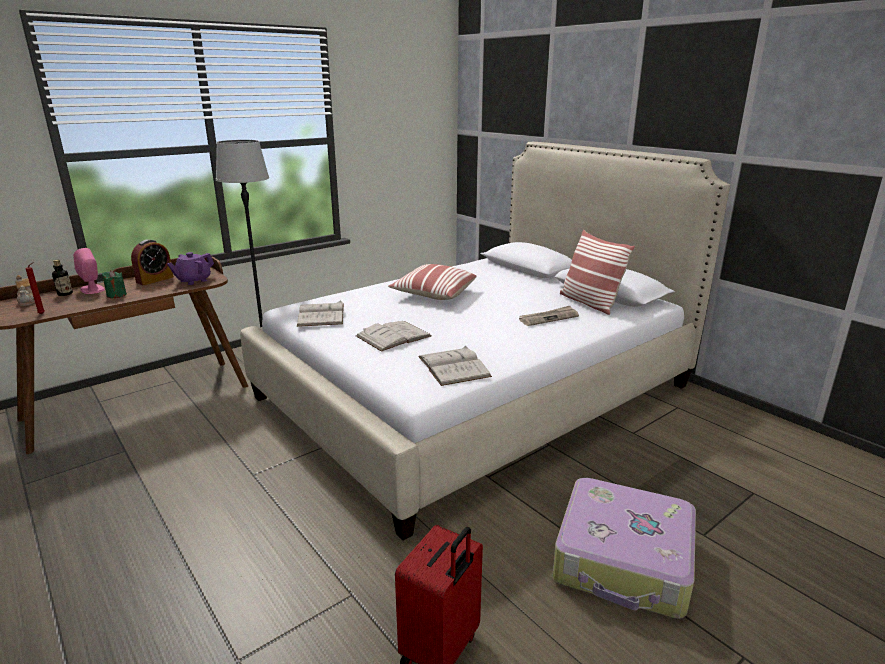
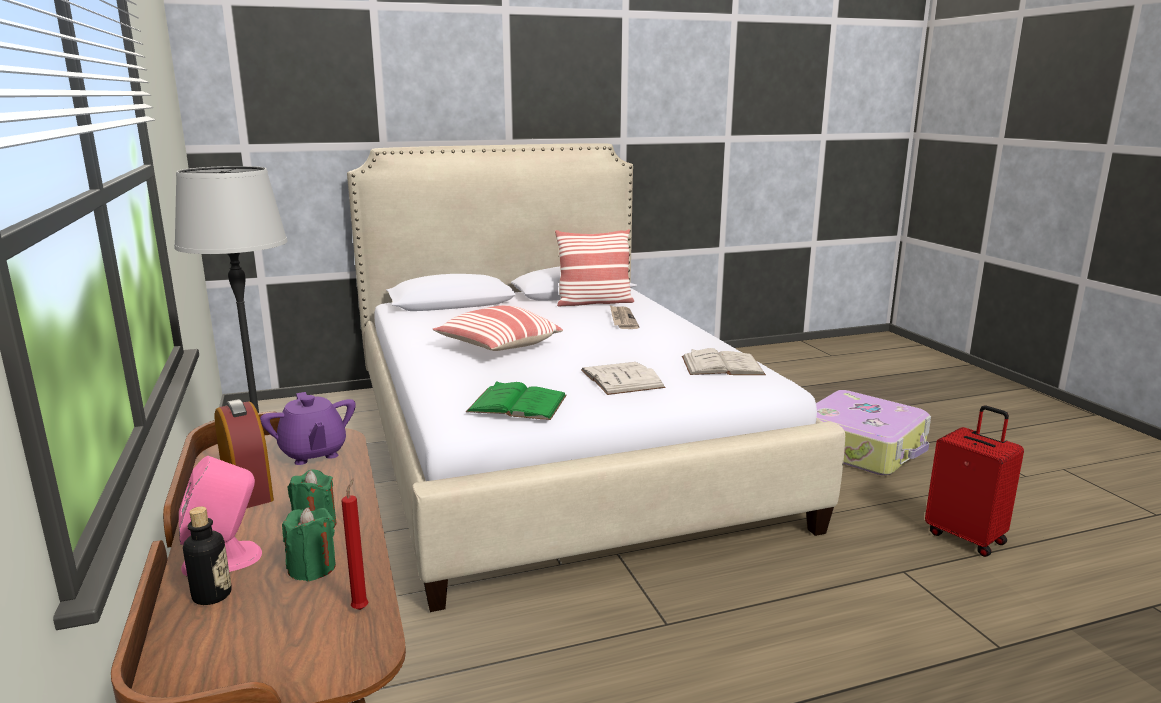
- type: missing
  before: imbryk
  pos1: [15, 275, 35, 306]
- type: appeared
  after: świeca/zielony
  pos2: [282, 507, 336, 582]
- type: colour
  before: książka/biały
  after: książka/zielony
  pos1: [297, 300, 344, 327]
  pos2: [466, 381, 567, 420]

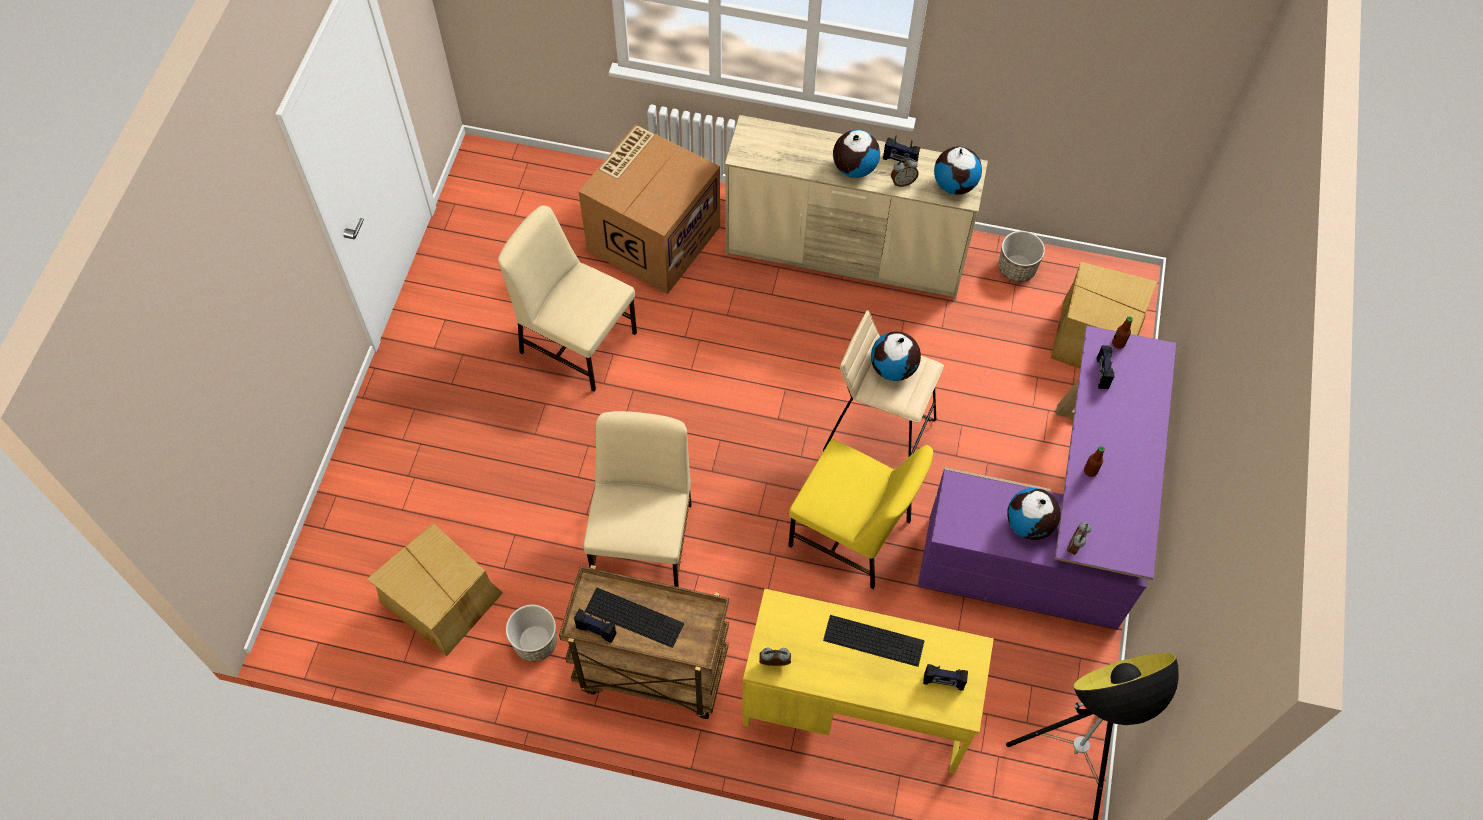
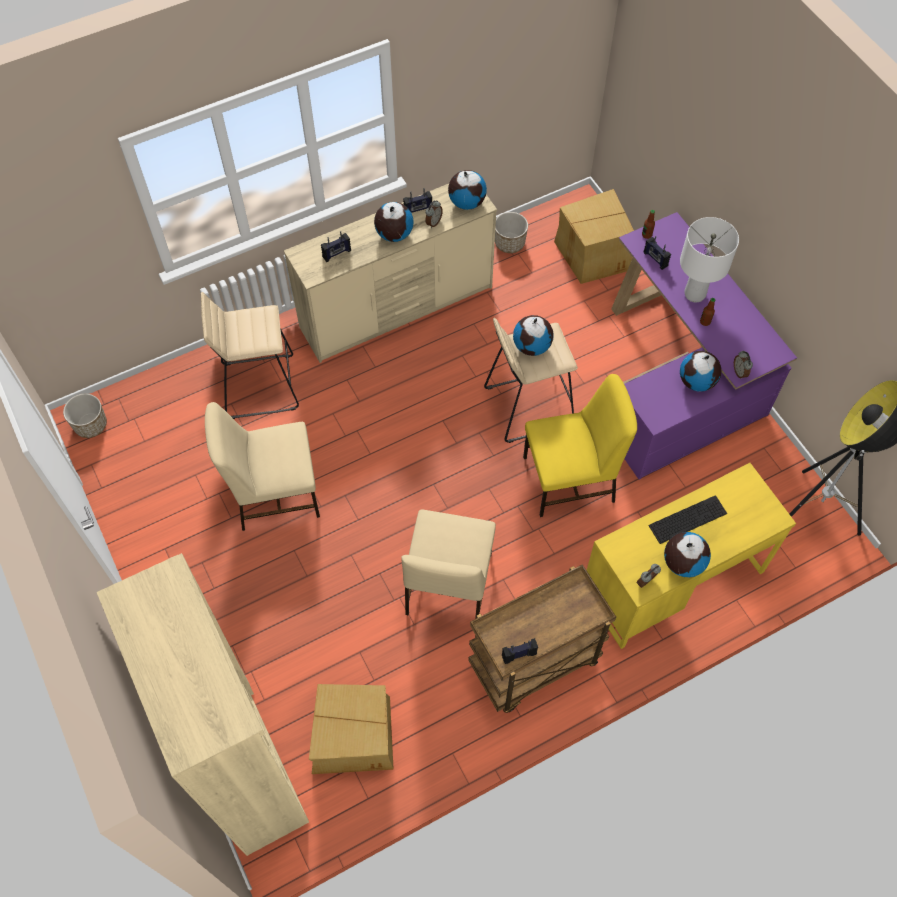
- type: missing
  before: klawiatura
  pos1: [585, 588, 684, 648]
- type: appeared
  after: regał/beżowy
  pos2: [97, 553, 309, 856]
- type: appeared
  after: globus
  pos2: [664, 532, 711, 577]
- type: appeared
  after: lampa stołowa/biały
  pos2: [680, 217, 739, 303]
- type: relocated
  before: donica
  pos1: [506, 605, 557, 662]
  pos2: [63, 394, 107, 438]
- type: relocated
  before: radio
  pos1: [923, 664, 968, 691]
  pos2: [321, 231, 351, 262]
- type: exchanged
  before: karton
  after: stołek/beżowy
  pos1: [578, 124, 720, 294]
  pos2: [201, 292, 299, 419]
- type: spun
  before: krzesło/beżowy
  pos1: [583, 411, 692, 587]
  pos2: [401, 509, 496, 619]
  turn: -135

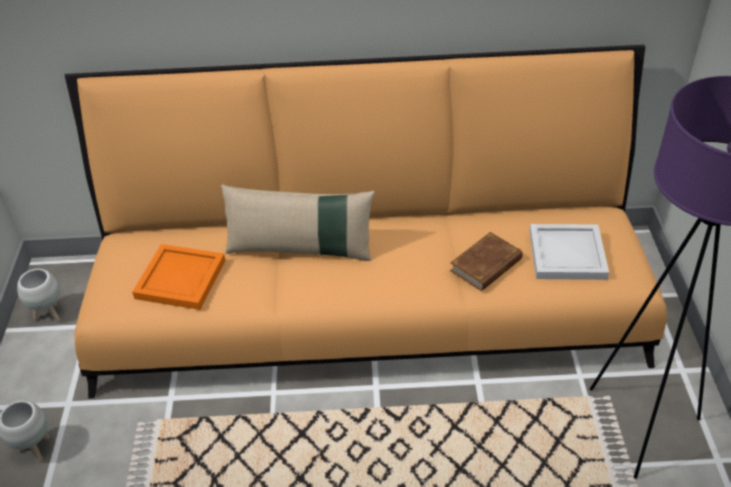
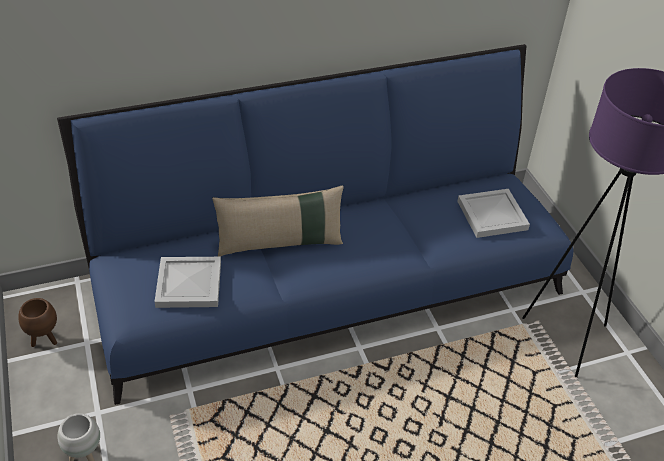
- type: missing
  before: książka/brązowy
  pos1: [450, 232, 523, 291]
- type: colour
  before: donica/biały
  after: donica/brązowy
  pos1: [17, 268, 60, 322]
  pos2: [18, 298, 57, 347]
- type: colour
  before: kanapa/pomarańczowy
  after: kanapa/niebieski
  pos1: [65, 45, 667, 398]
  pos2: [57, 44, 573, 405]
- type: colour
  before: taca/pomarańczowy
  after: taca/biały
  pos1: [132, 244, 226, 310]
  pos2: [154, 257, 221, 308]

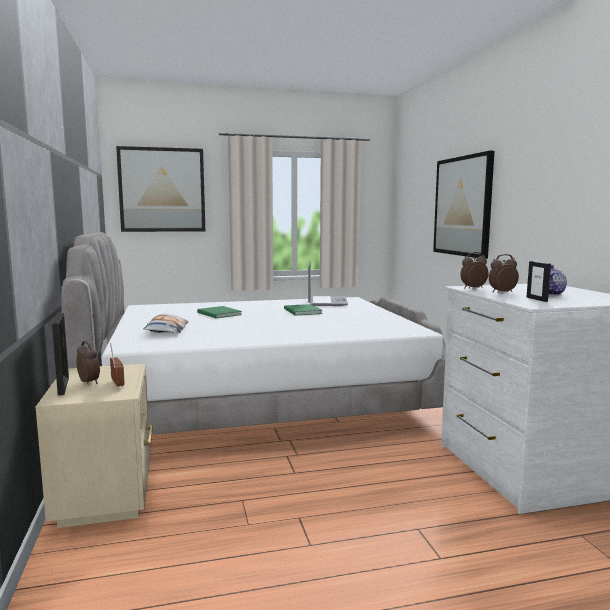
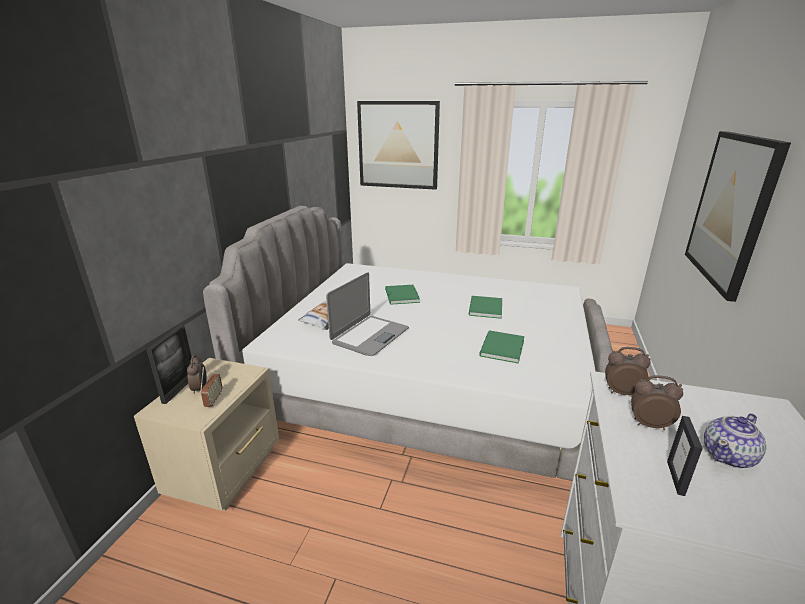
- type: appeared
  after: książka/zielony
  pos2: [479, 330, 525, 364]
- type: relocated
  before: laptop
  pos1: [308, 261, 348, 306]
  pos2: [326, 273, 409, 356]

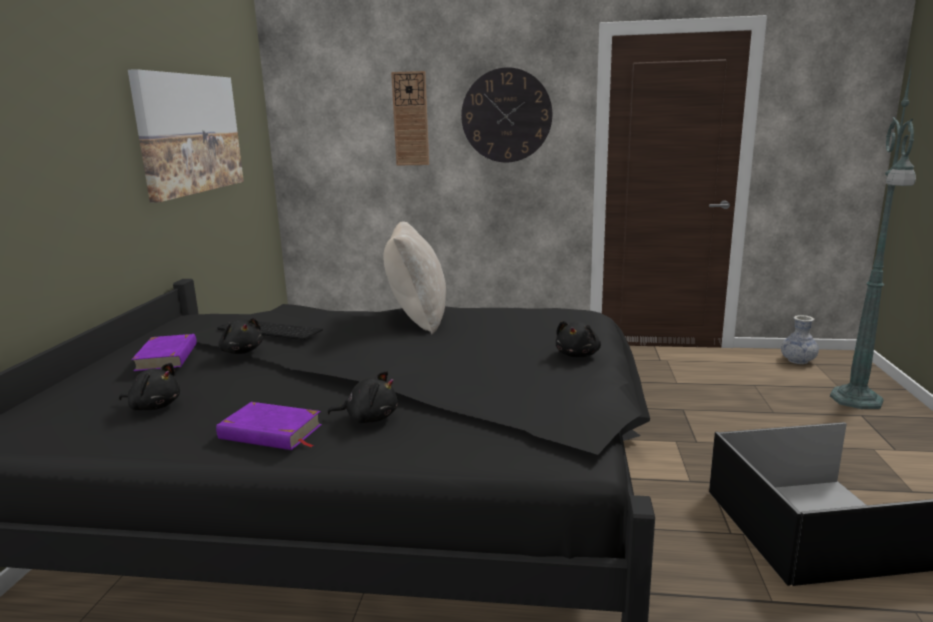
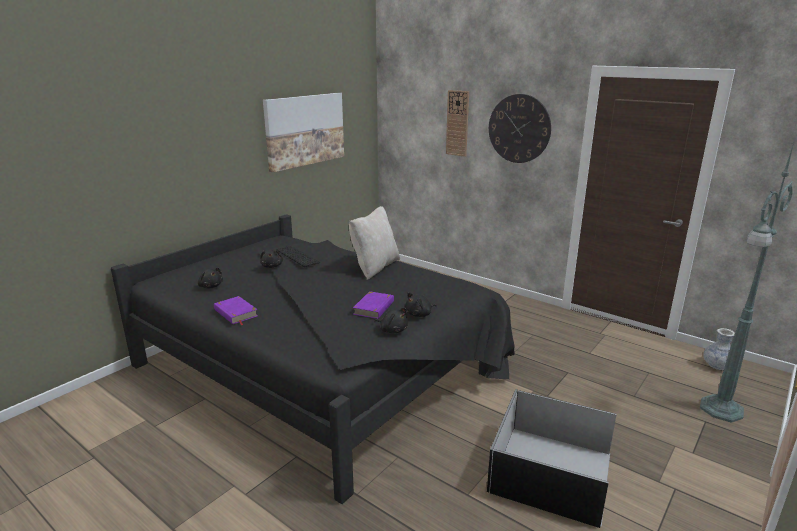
- type: relocated
  before: książka/fioletowy
  pos1: [131, 334, 197, 371]
  pos2: [353, 291, 394, 319]
- type: relocated
  before: pluszak/czarny
  pos1: [327, 371, 398, 423]
  pos2: [374, 308, 408, 333]

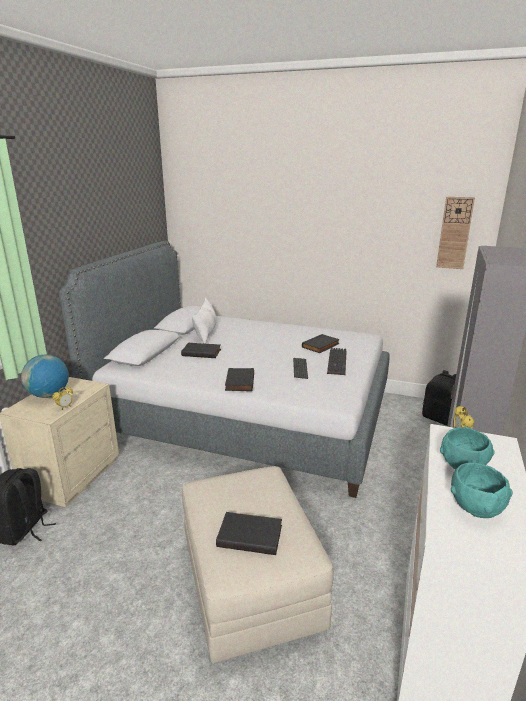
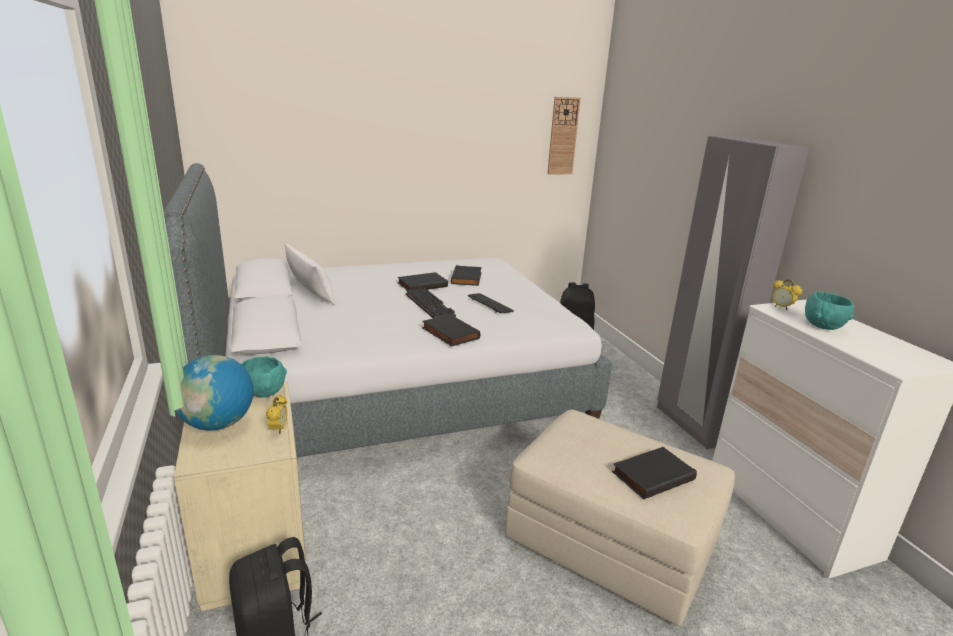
- type: relocated
  before: książka/czarny
  pos1: [181, 343, 221, 358]
  pos2: [398, 272, 448, 290]
- type: relocated
  before: klawiatura
  pos1: [327, 348, 347, 375]
  pos2: [406, 288, 456, 318]
- type: relocated
  before: miska/turkusowy
  pos1: [451, 463, 513, 518]
  pos2: [242, 356, 287, 398]

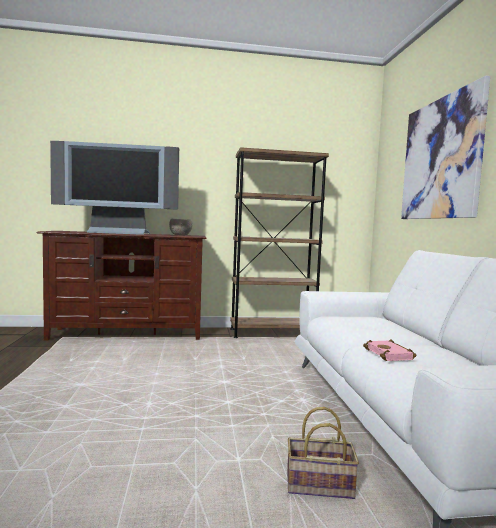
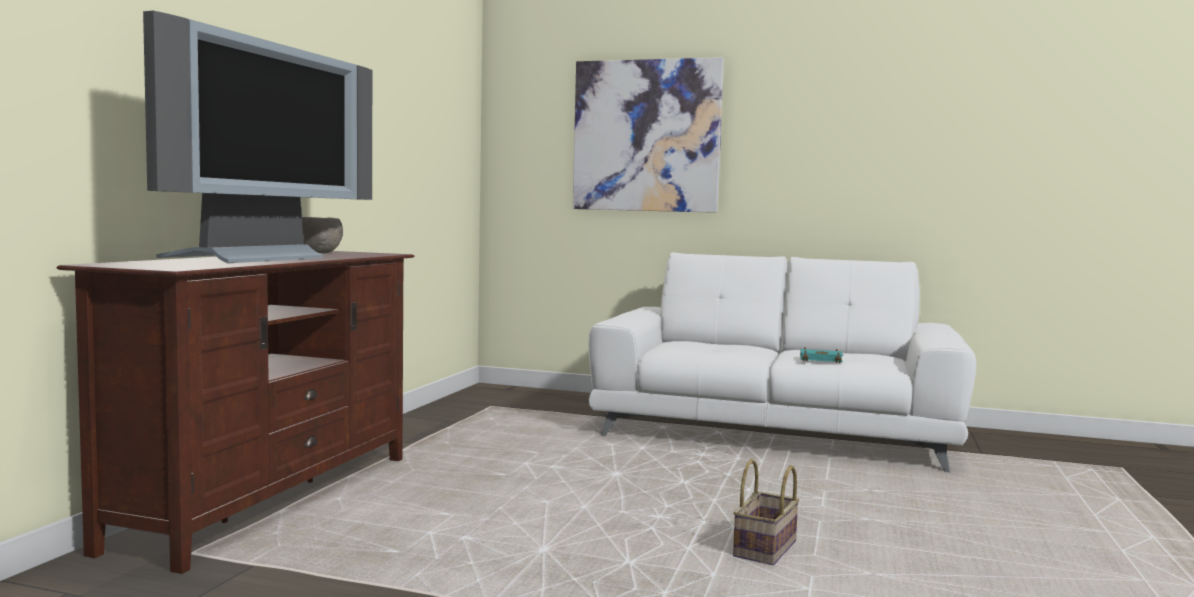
- type: missing
  before: regał/brązowy
  pos1: [230, 147, 329, 338]
- type: relocated
  before: koszyk
  pos1: [287, 407, 359, 499]
  pos2: [733, 459, 800, 565]
- type: colour
  before: książka/różowy
  after: książka/turkusowy
  pos1: [363, 340, 417, 361]
  pos2: [800, 347, 843, 363]

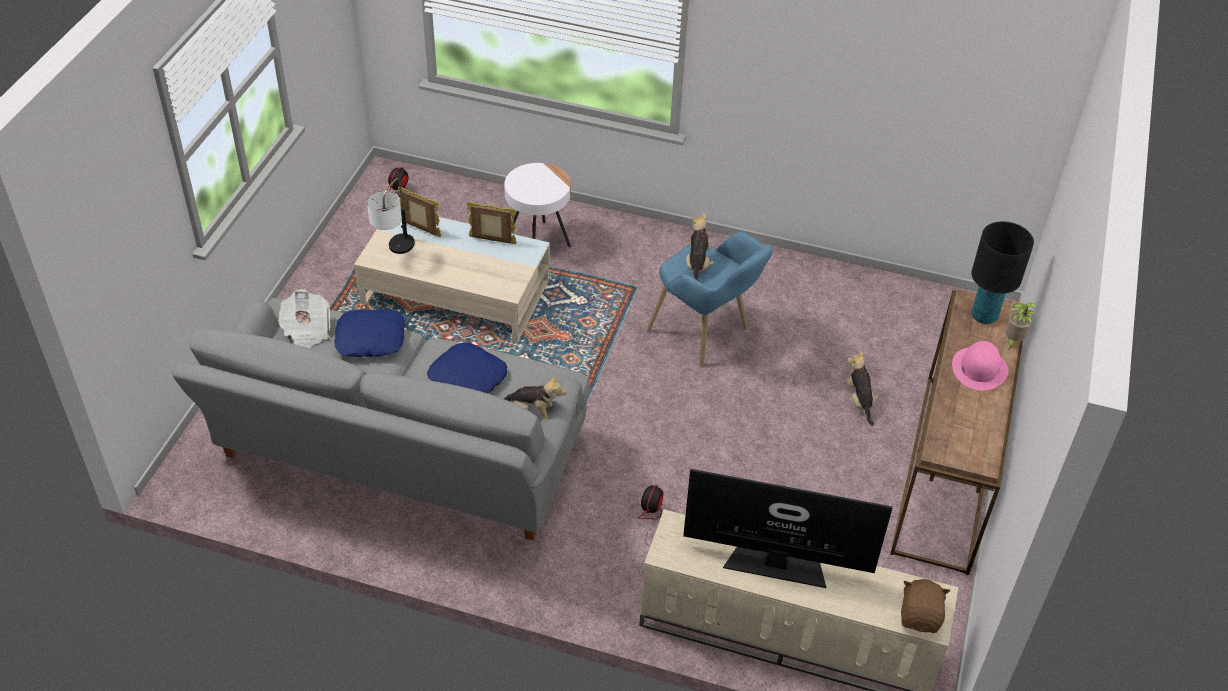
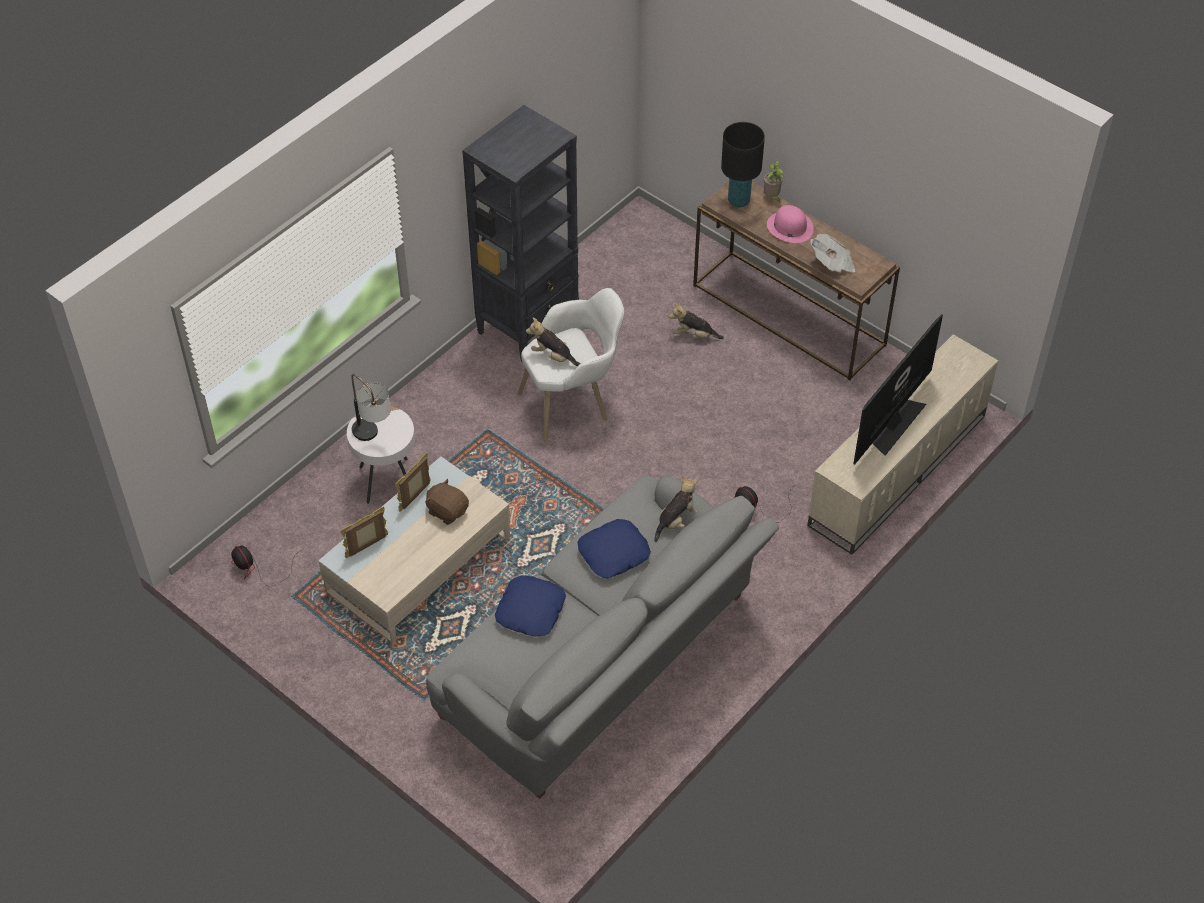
- type: appeared
  after: regał/czarny
  pos2: [462, 105, 579, 362]
- type: relocated
  before: gazeta
  pos1: [278, 289, 330, 348]
  pos2: [810, 234, 855, 273]
- type: relocated
  before: lampa stołowa
  pos1: [367, 178, 415, 254]
  pos2: [351, 374, 391, 441]
- type: relocated
  before: pluszak/brązowy
  pos1: [901, 579, 951, 633]
  pos2: [425, 479, 469, 525]
- type: colour
  before: fotel/niebieski
  after: fotel/biały
  pos1: [646, 232, 773, 367]
  pos2: [518, 288, 624, 441]

